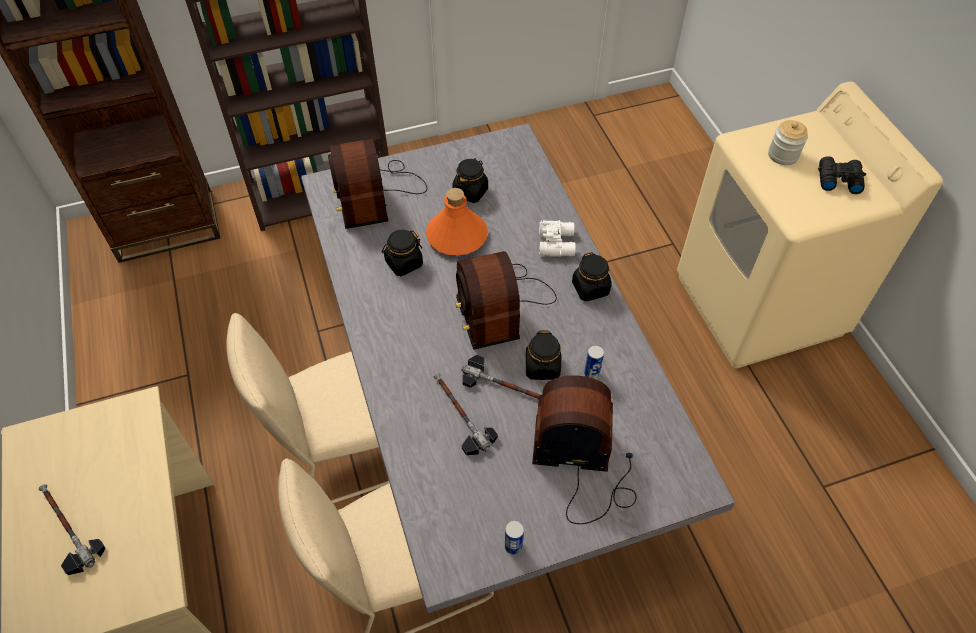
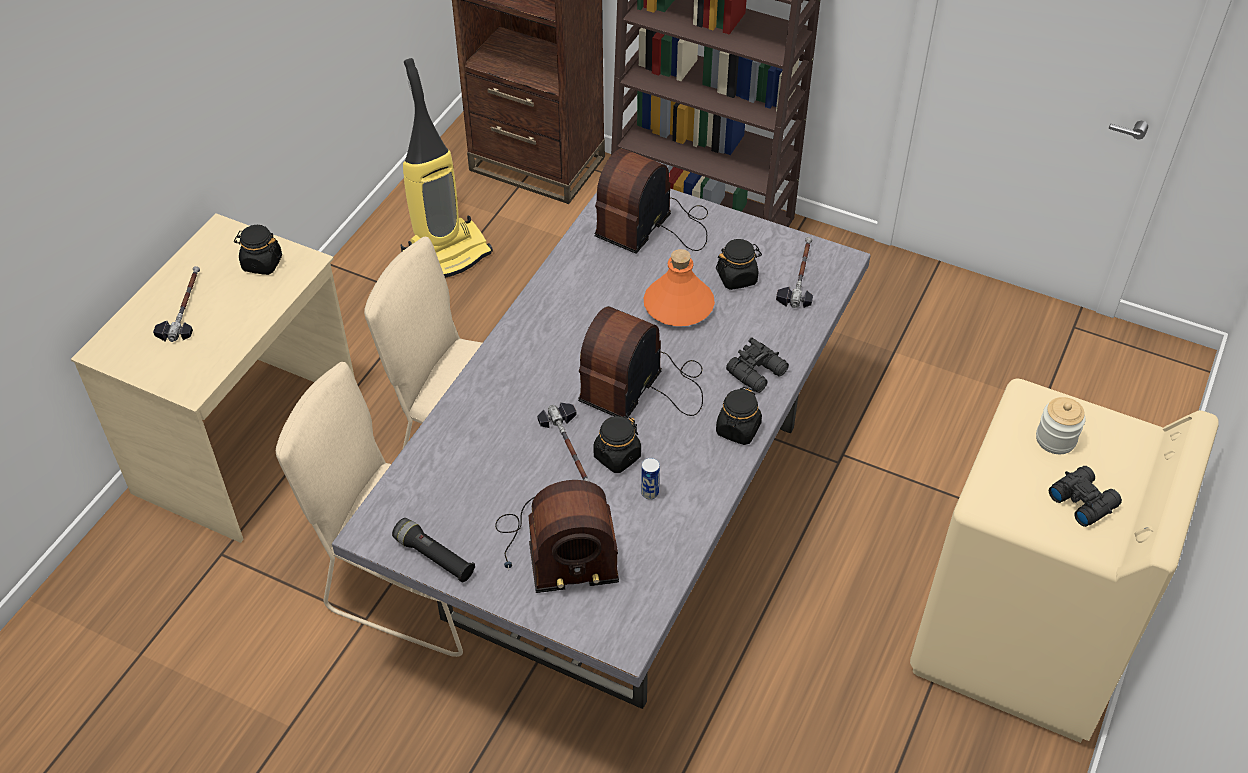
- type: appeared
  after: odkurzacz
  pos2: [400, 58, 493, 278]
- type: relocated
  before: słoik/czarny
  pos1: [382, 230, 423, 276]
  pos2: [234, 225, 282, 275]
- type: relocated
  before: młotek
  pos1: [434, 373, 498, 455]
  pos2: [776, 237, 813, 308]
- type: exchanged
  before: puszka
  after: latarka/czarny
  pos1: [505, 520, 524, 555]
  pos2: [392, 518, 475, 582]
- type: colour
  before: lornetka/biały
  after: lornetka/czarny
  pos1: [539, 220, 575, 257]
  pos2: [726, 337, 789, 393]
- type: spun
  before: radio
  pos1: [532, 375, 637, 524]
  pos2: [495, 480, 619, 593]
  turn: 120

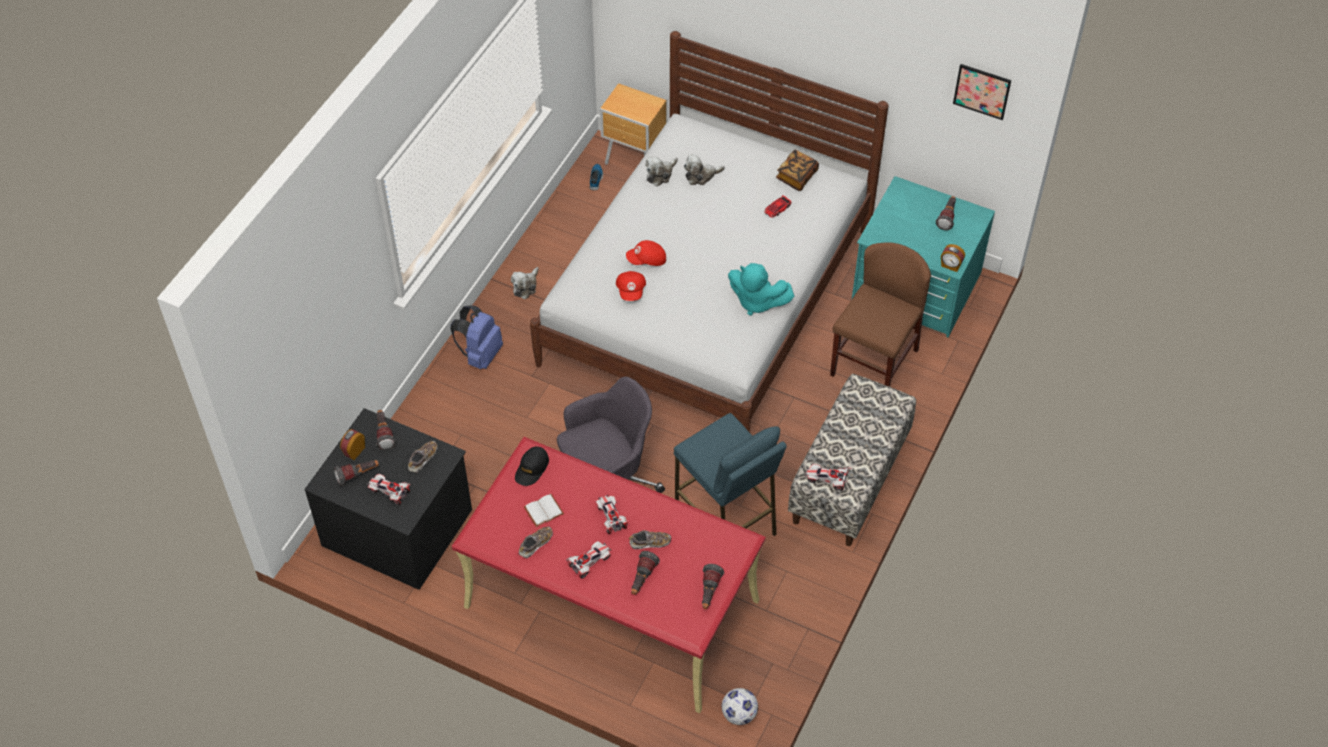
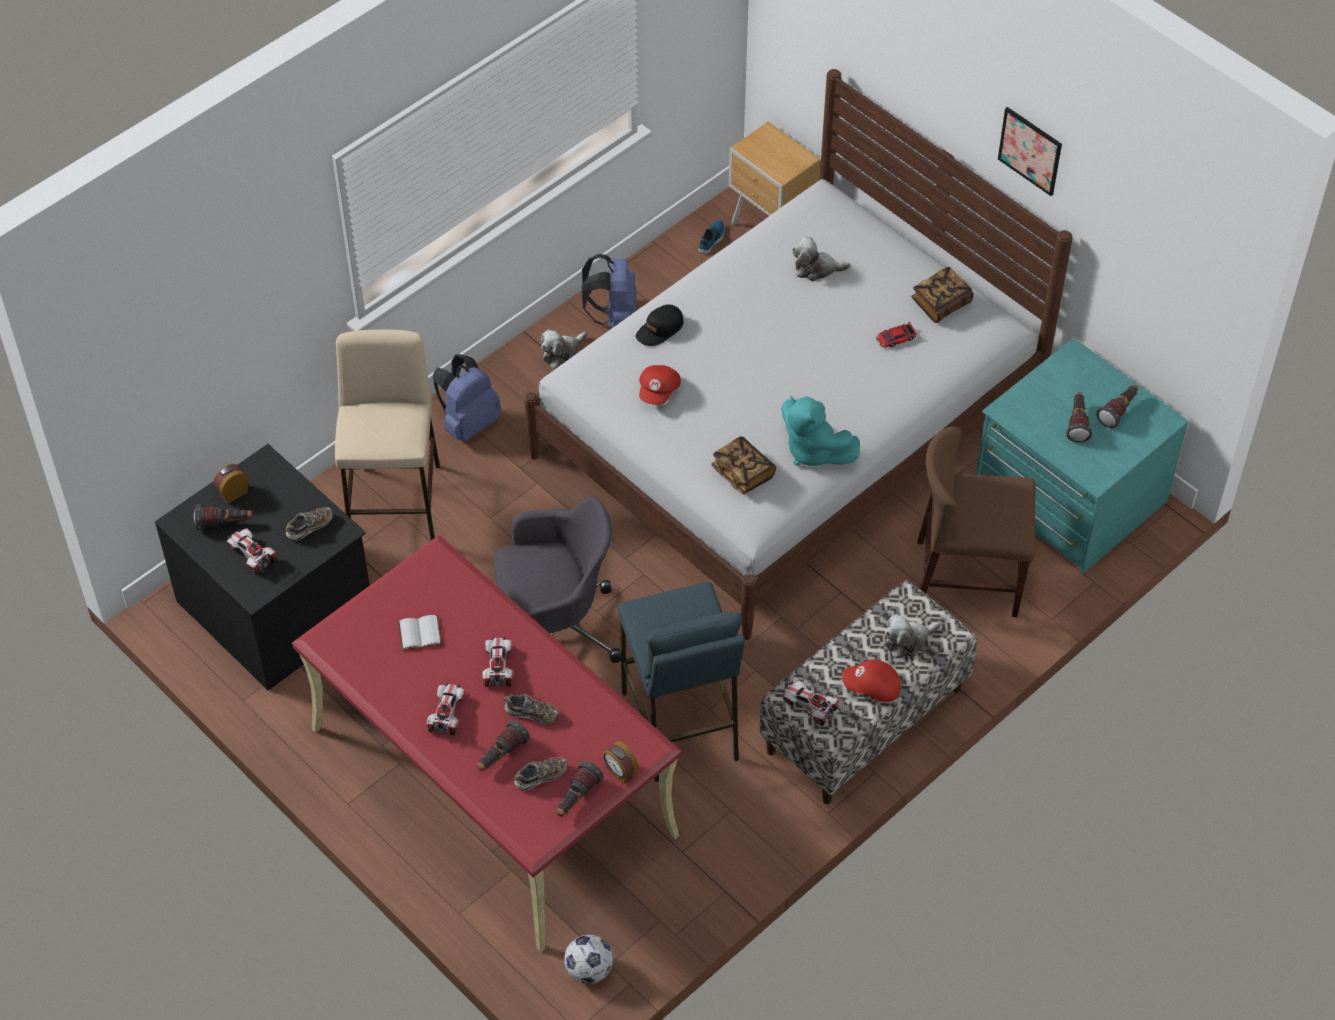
- type: appeared
  after: stołek/beżowy
  pos2: [335, 329, 440, 540]
- type: appeared
  after: plecak/niebieski
  pos2: [581, 254, 637, 328]
- type: appeared
  after: książka
  pos2: [711, 437, 776, 494]
- type: relocated
  before: latarka
  pos1: [376, 410, 396, 450]
  pos2: [1066, 392, 1092, 443]
- type: relocated
  before: czapka z daszkiem/czarny
  pos1: [515, 447, 549, 486]
  pos2: [636, 304, 683, 346]
- type: relocated
  before: but
  pos1: [519, 526, 553, 558]
  pos2: [514, 757, 567, 791]
- type: relocated
  before: czapka z daszkiem/czerwony
  pos1: [626, 240, 666, 266]
  pos2: [842, 659, 901, 702]
- type: relocated
  before: pluszak
  pos1: [645, 156, 678, 187]
  pos2: [885, 614, 941, 658]
- type: relocated
  before: budzik
  pos1: [941, 244, 965, 272]
  pos2: [603, 741, 639, 785]
- type: relocated
  before: obraz
  pos1: [953, 64, 1011, 120]
  pos2: [998, 107, 1062, 196]
- type: spun
  before: samochodzik
  pos1: [566, 541, 611, 579]
  pos2: [426, 683, 464, 735]
  turn: -60
- type: spun
  before: krzesło/brązowy
  pos1: [830, 242, 931, 387]
  pos2: [917, 426, 1035, 617]
  turn: -135

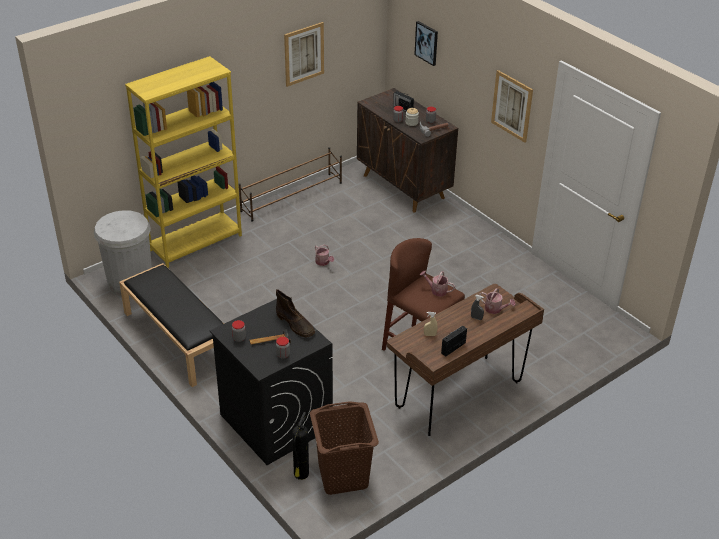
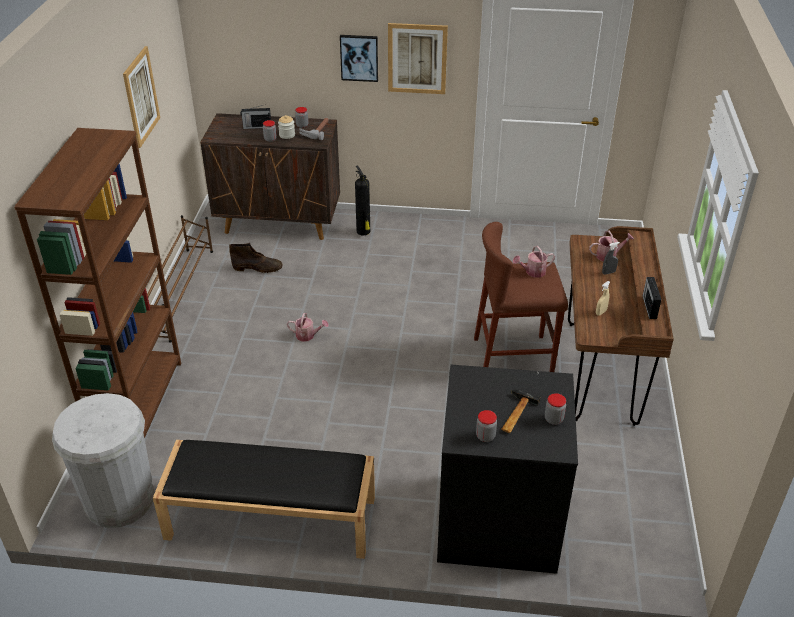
- type: missing
  before: kosz na pranie/brązowy
  pos1: [310, 401, 379, 495]
- type: relocated
  before: but z cholewką/brązowy
  pos1: [276, 289, 315, 337]
  pos2: [229, 243, 283, 273]
- type: relocated
  before: gaśnica
  pos1: [292, 412, 309, 480]
  pos2: [355, 165, 370, 236]
- type: relocated
  before: obraz
  pos1: [414, 21, 438, 66]
  pos2: [340, 35, 378, 82]
- type: colour
  before: regał/żółty
  after: regał/brązowy
  pos1: [125, 56, 242, 268]
  pos2: [14, 128, 181, 439]

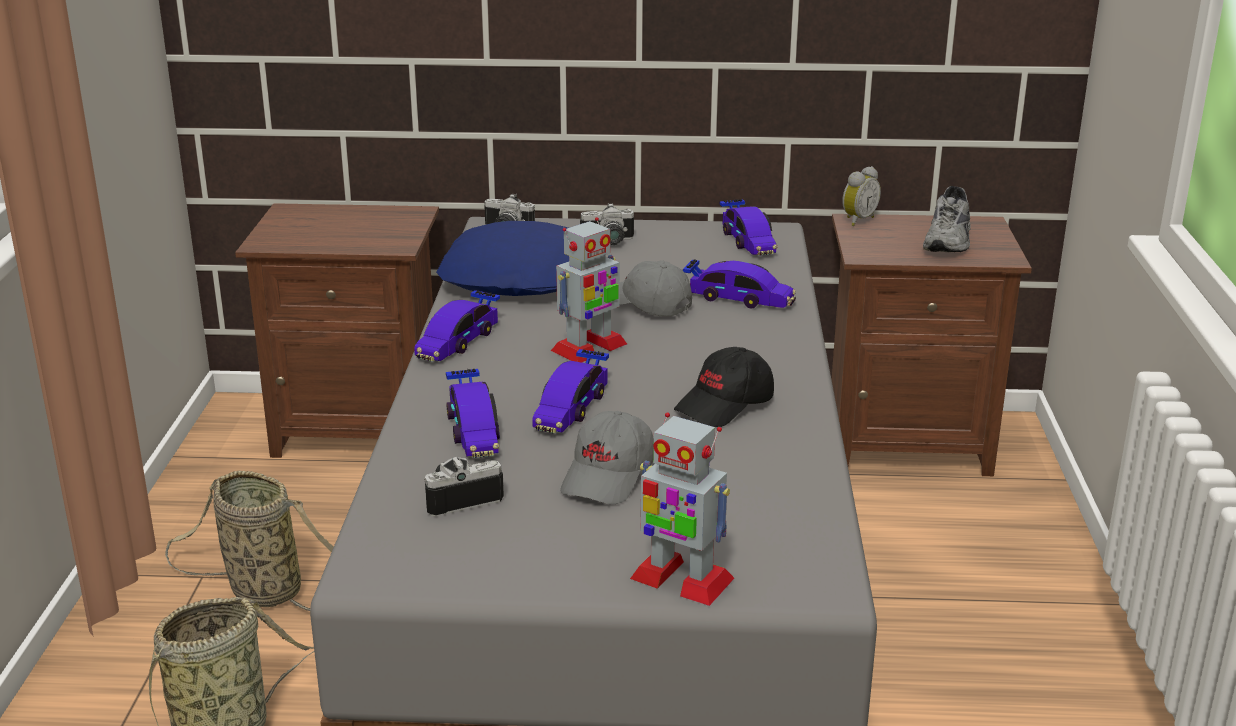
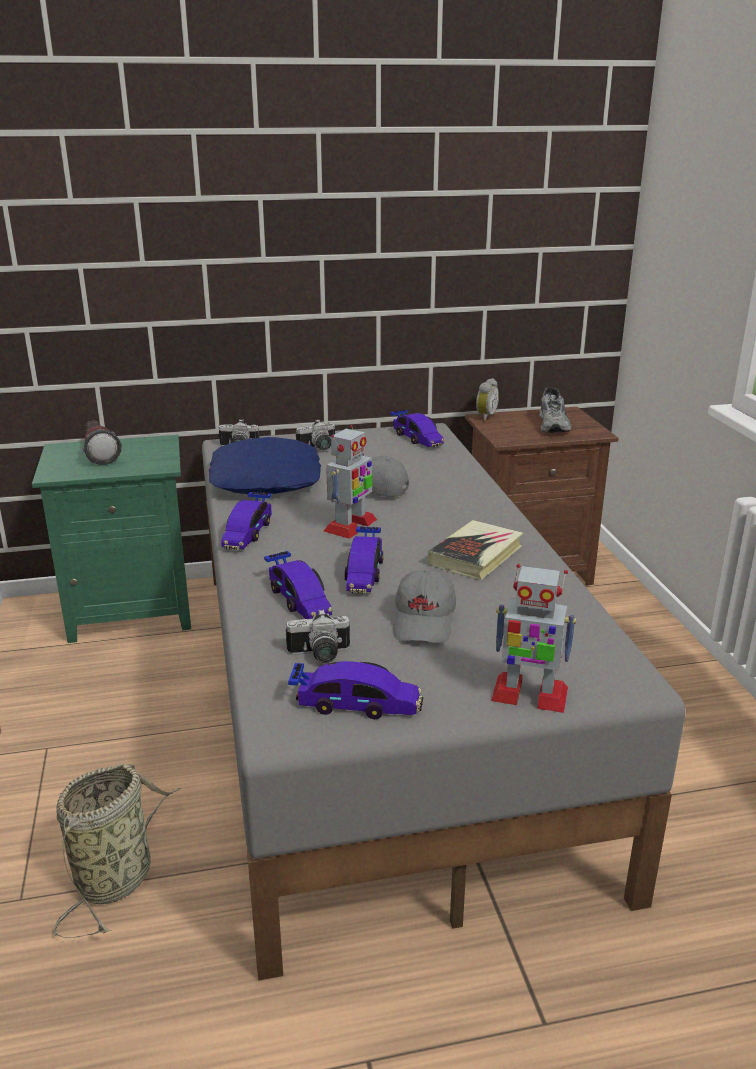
- type: missing
  before: koszyk
  pos1: [165, 471, 334, 611]
- type: appeared
  after: latarka
  pos2: [83, 421, 122, 465]
- type: relocated
  before: samochodzik
  pos1: [683, 260, 796, 308]
  pos2: [288, 661, 423, 719]
- type: exchanged
  before: czapka z daszkiem/czarny
  after: książka
  pos1: [674, 347, 774, 427]
  pos2: [428, 520, 523, 580]
- type: colour
  before: szafka nocna/brązowy
  after: szafka nocna/zielony
  pos1: [235, 203, 439, 458]
  pos2: [32, 435, 191, 643]
- type: spun
  before: aparat fotograficzny
  pos1: [424, 457, 504, 517]
  pos2: [286, 609, 350, 663]
  turn: -150

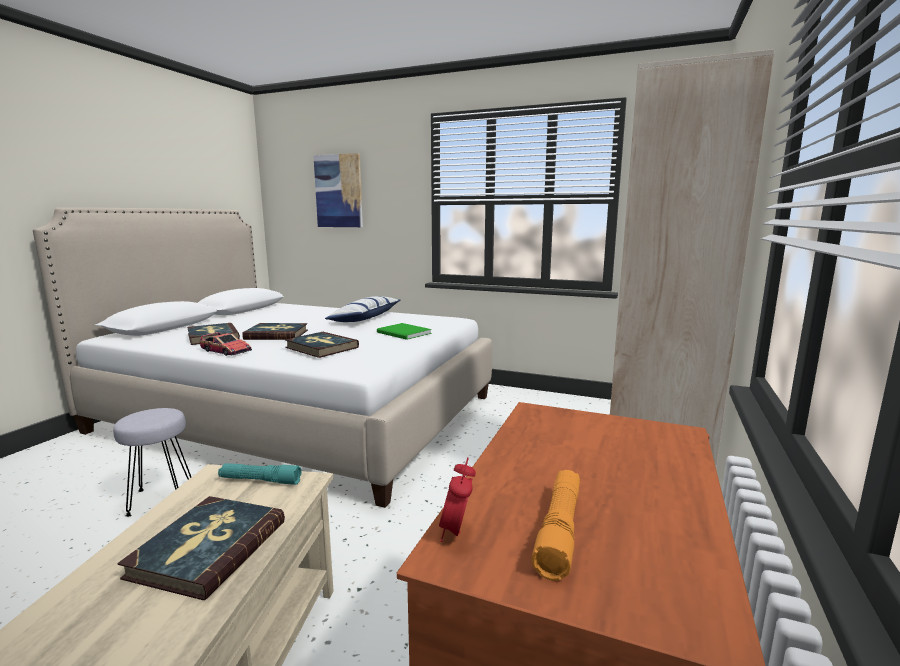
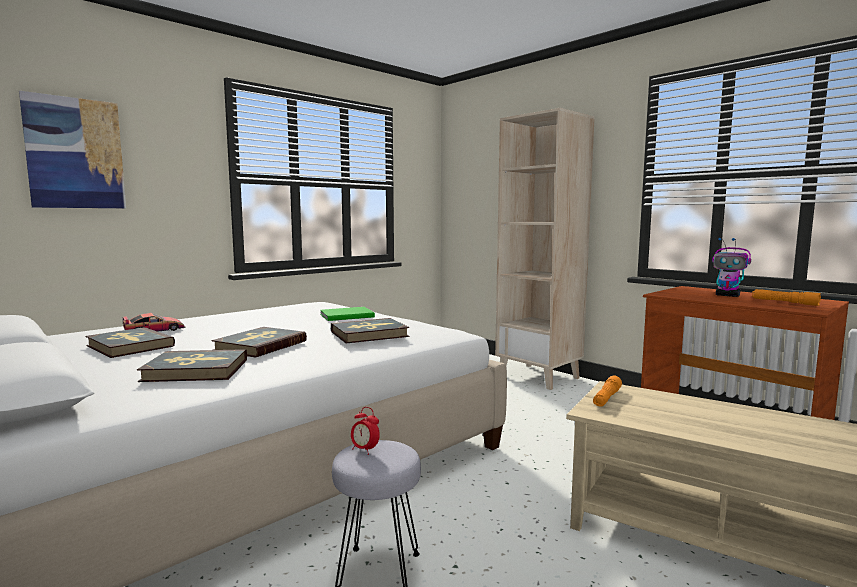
- type: missing
  before: poduszka
  pos1: [325, 296, 400, 322]
- type: appeared
  after: robot zabawkowy
  pos2: [712, 238, 751, 297]
- type: relocated
  before: książka
  pos1: [117, 496, 285, 600]
  pos2: [86, 327, 175, 358]
- type: relocated
  before: samochodzik
  pos1: [200, 332, 252, 356]
  pos2: [123, 313, 186, 332]
- type: relocated
  before: budzik
  pos1: [439, 457, 476, 542]
  pos2: [351, 407, 380, 455]
- type: colour
  before: latarka/turkusowy
  after: latarka/pomarańczowy
  pos1: [218, 463, 301, 485]
  pos2: [593, 375, 622, 407]

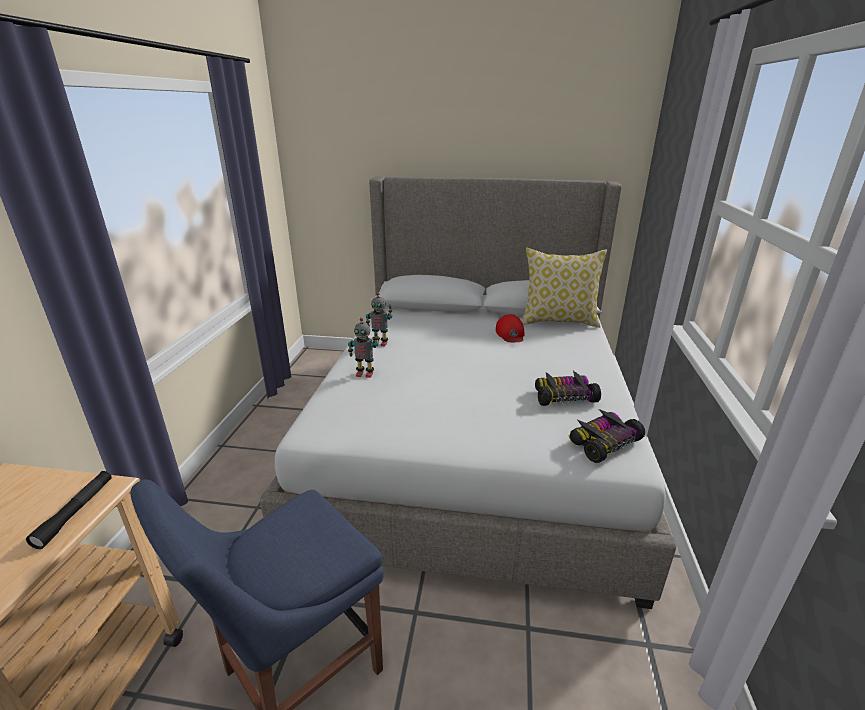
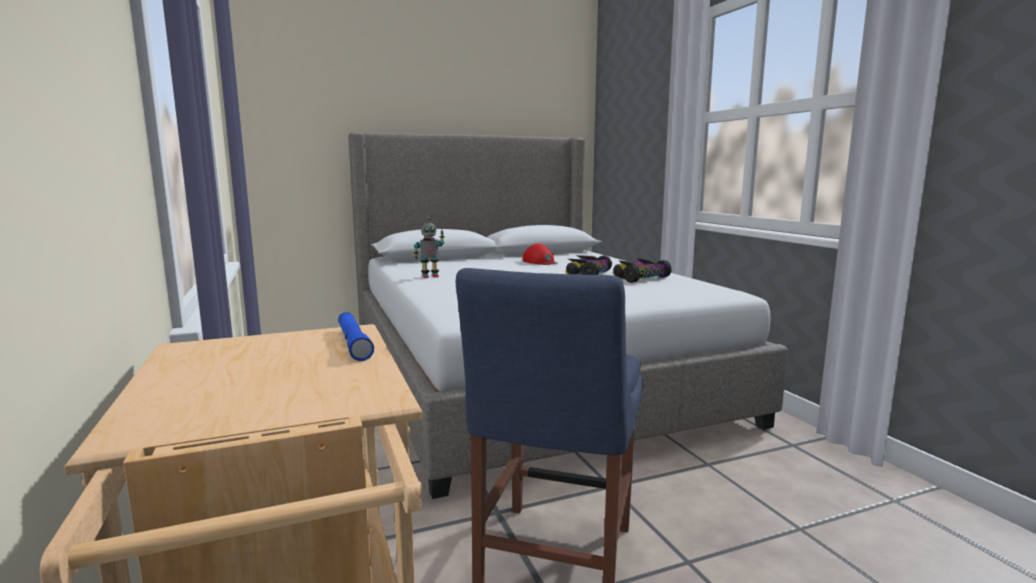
- type: missing
  before: robot zabawkowy
  pos1: [348, 318, 379, 378]
- type: missing
  before: poduszka
  pos1: [522, 248, 607, 328]
- type: relocated
  before: samochodzik
  pos1: [568, 409, 645, 463]
  pos2: [565, 255, 612, 275]
- type: colour
  before: latarka/czarny
  after: latarka/niebieski
  pos1: [26, 471, 112, 549]
  pos2: [338, 312, 374, 361]

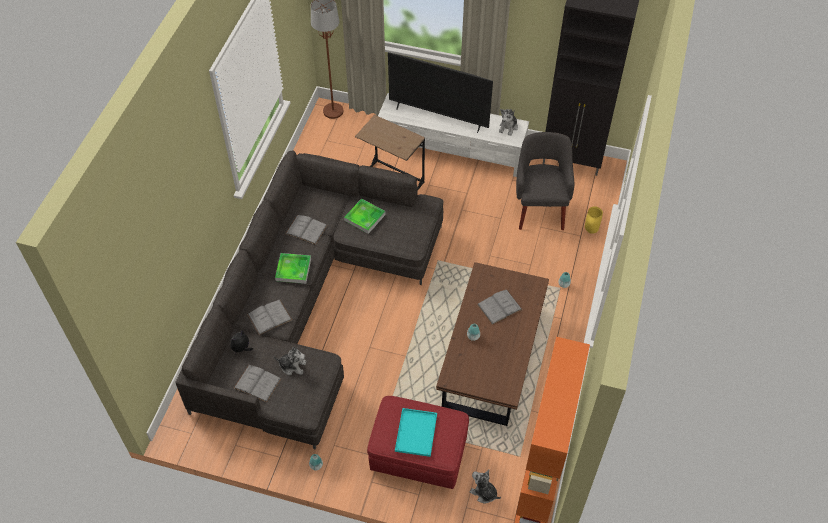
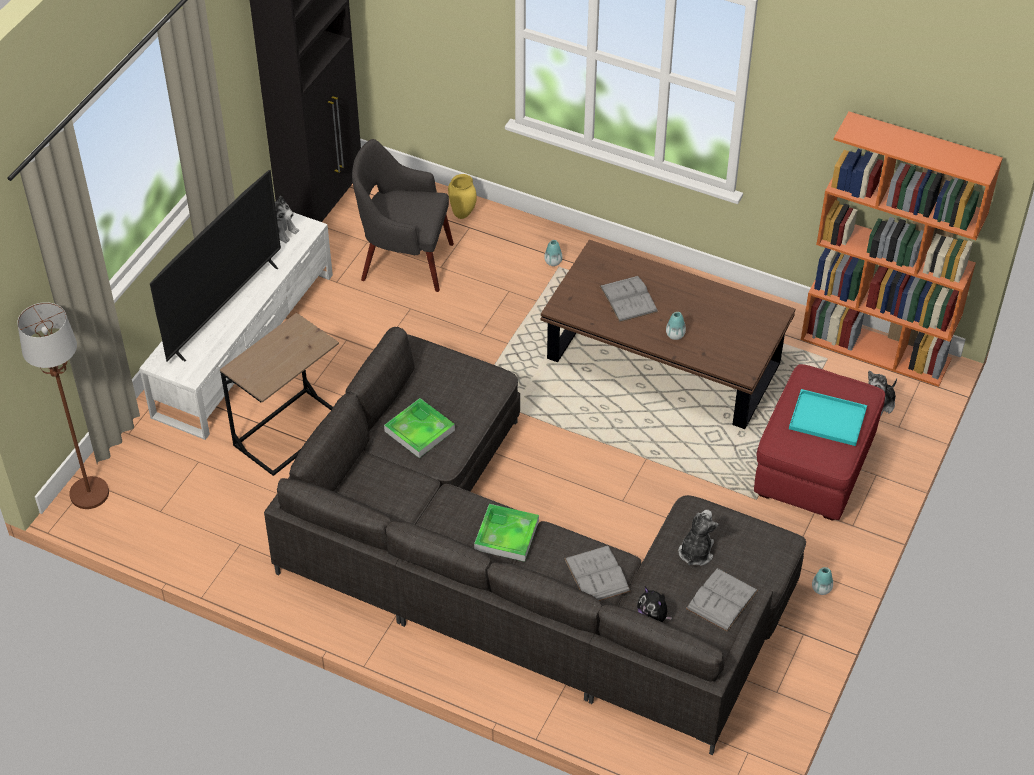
- type: missing
  before: książka/szary
  pos1: [285, 215, 327, 245]

